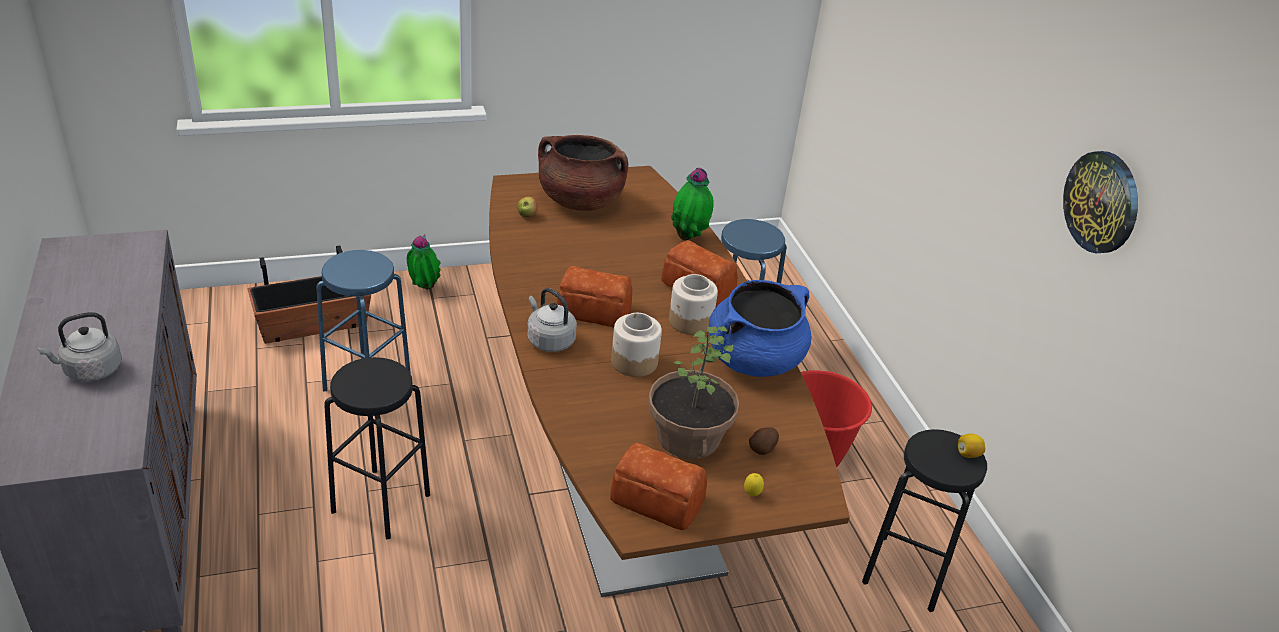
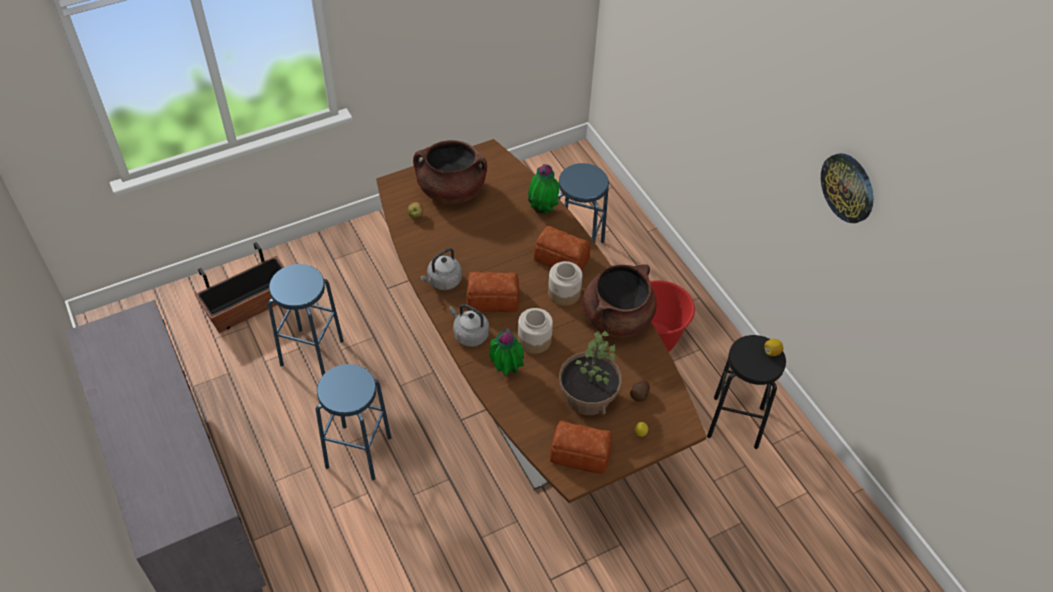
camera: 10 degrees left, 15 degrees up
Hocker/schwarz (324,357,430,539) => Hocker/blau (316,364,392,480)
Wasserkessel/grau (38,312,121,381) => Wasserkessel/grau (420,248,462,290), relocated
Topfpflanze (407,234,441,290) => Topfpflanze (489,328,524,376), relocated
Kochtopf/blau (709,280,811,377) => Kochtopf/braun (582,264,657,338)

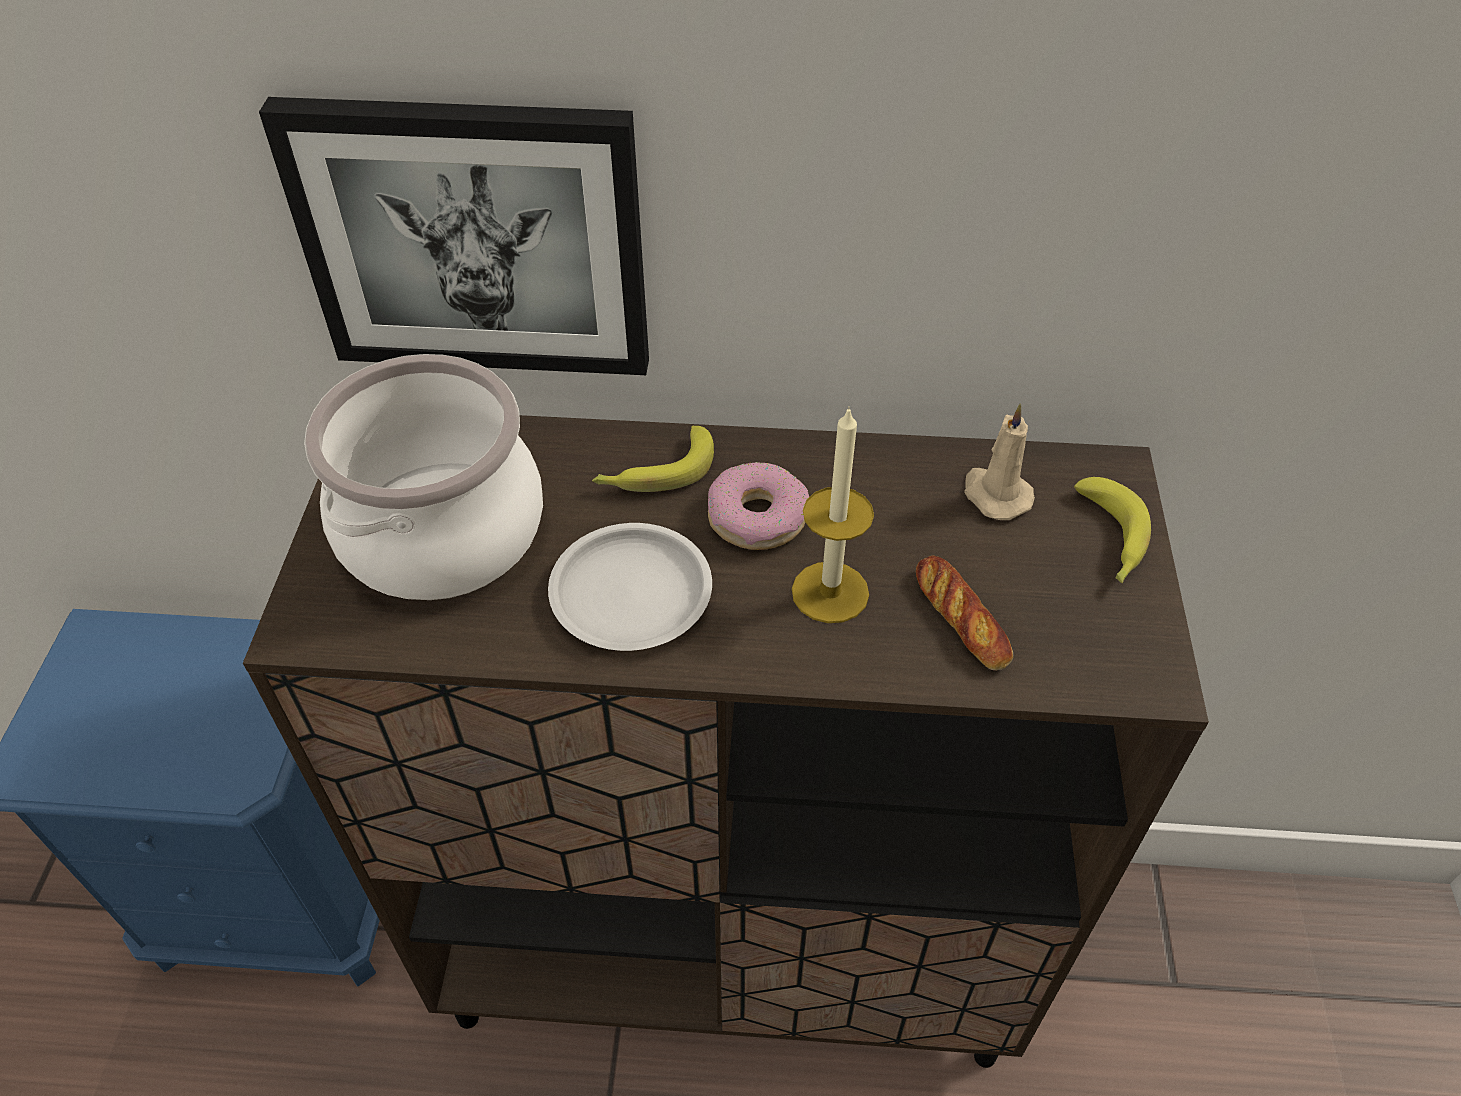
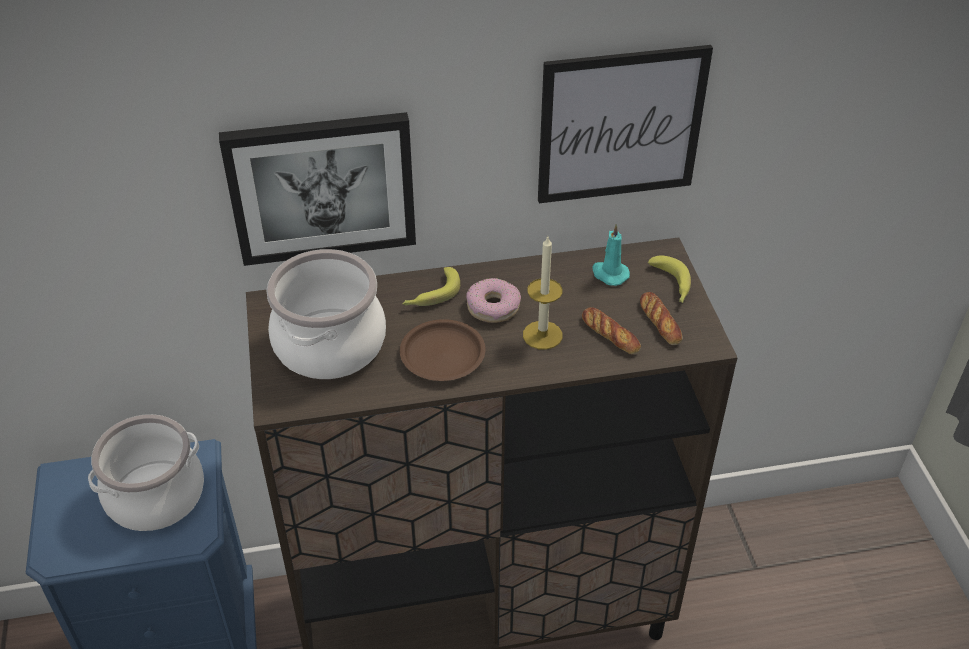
camera: 15 degrees left, 5 degrees down
nothing => Kochtopf (88,414,204,531)
Teller/weiß (548,523,712,651) => Teller/braun (400,319,485,381)
nothing => Bild (538,45,713,203)
Kerze/beige (964,404,1035,520) => Kerze/türkis (592,224,630,286)
nothing => Brot (640,292,683,345)

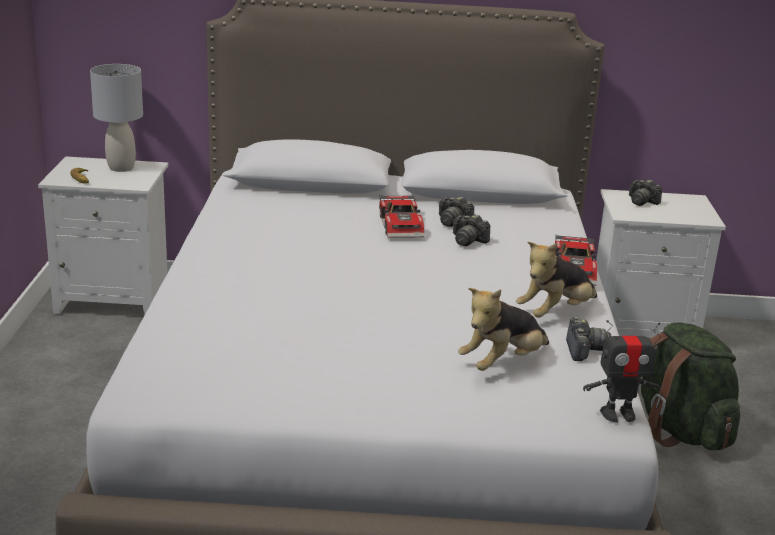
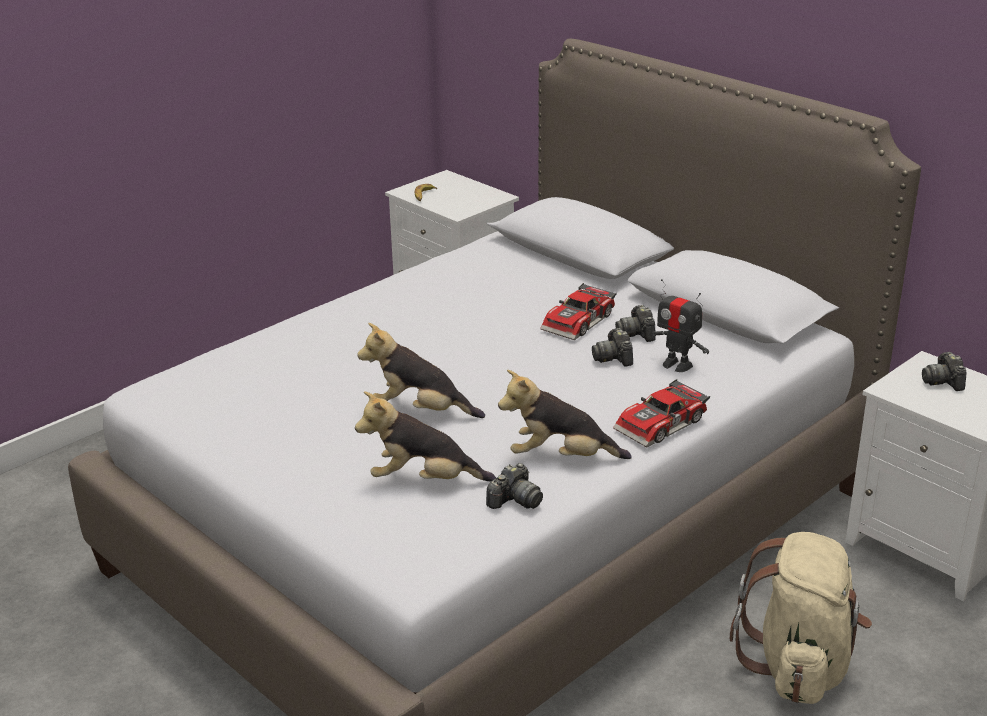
camera: 45 degrees right, 5 degrees up
nothing => Plüschtier (357,323,485,418)
Spielzeugroboter (583,320,661,423) => Spielzeugroboter (650,279,709,372), relocated
Rucksack/grün (638,322,740,451) => Rucksack/beige (730,532,872,704)
Tischlampe/grau (90,64,143,172) => nothing

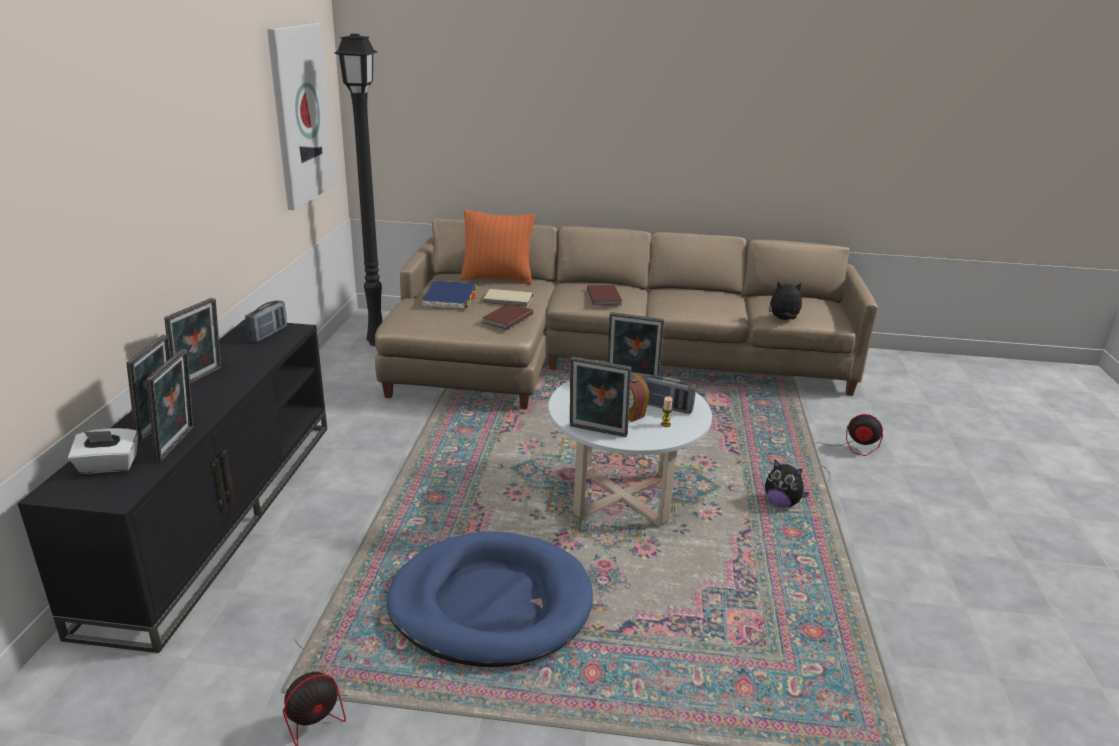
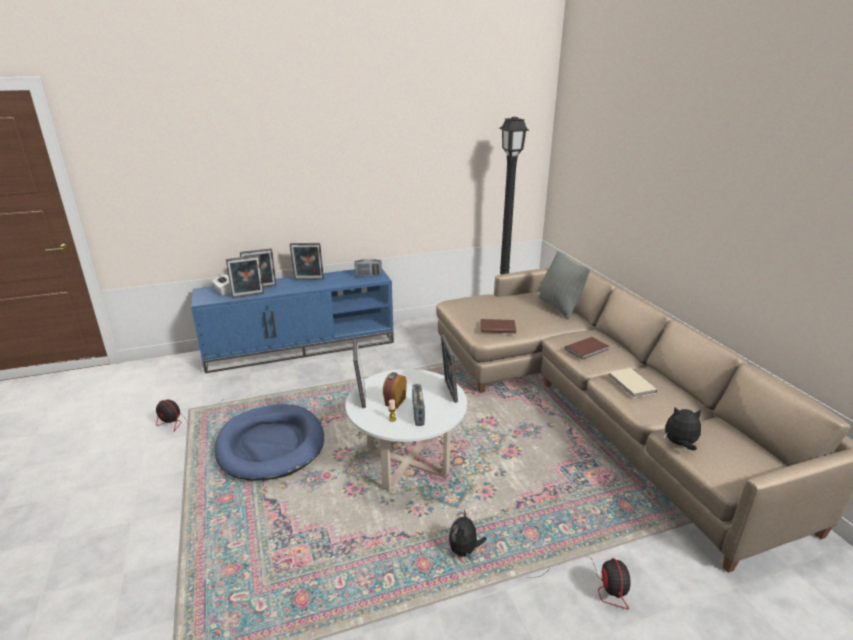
camera: 65 degrees right, 0 degrees up
Fernsehschrank/schwarz (17,319,327,653) => Fernsehschrank/blau (191,269,394,373)
Kissen/orange (460,210,535,284) => Kissen/grau (538,251,590,320)
Buch/beige (483,289,533,307) => Buch/beige (609,368,658,398), relocated
Plüschtier (768,281,802,320) => Plüschtier (664,407,701,450), 60 degrees counterclockwise
Bild (267,23,335,210) => nothing
Buch/blau (422,281,477,309) => nothing

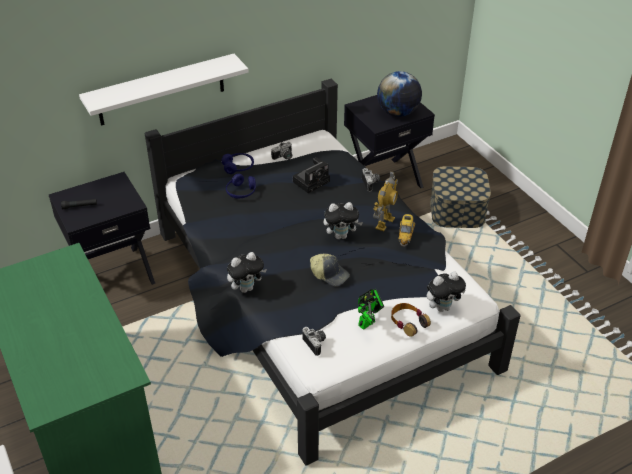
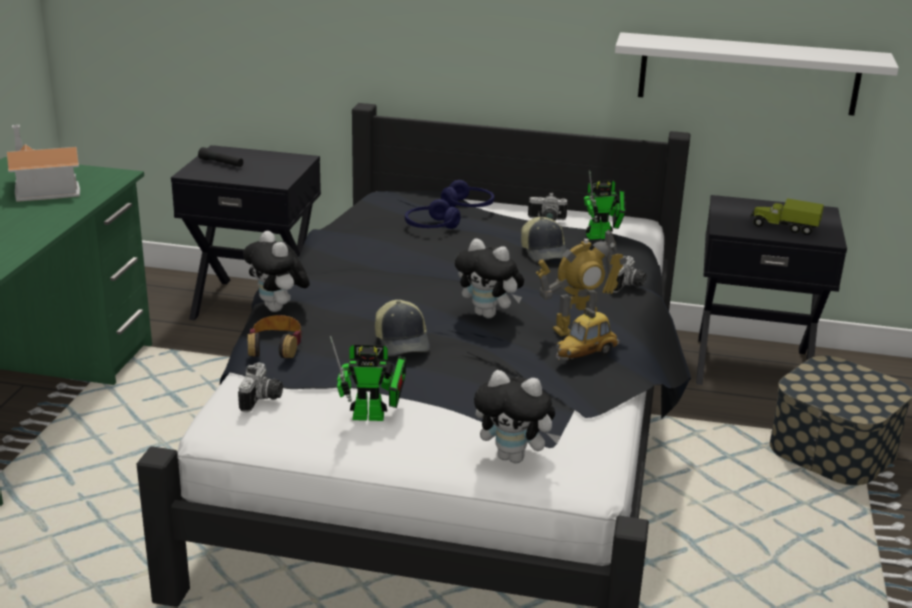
camera: 40 degrees right, 15 degrees down
nothing => Spielzeughaus (7,125,80,202)
Plüschtier (227,252,267,293) => Plüschtier (243,231,310,312), 45 degrees clockwise
Kopfhörer (391,303,431,337) => Kopfhörer (248,315,302,358), relocated
Kamera (293,157,330,193) => Kappe (521,217,567,262)
nothing => Spielzeugroboter (584,170,626,240)
Wandregal/weiß (79,54,249,126) => Wandregal/weiß (615,32,899,116), relocated
Globus (377,71,422,117) => Spielzeuglaster (750,198,824,235)

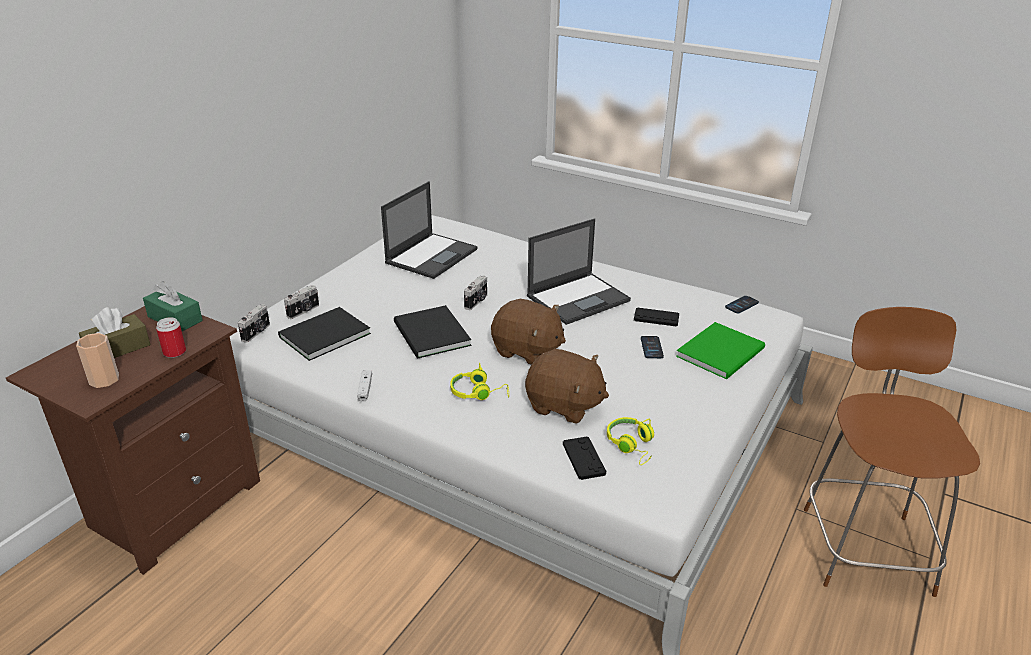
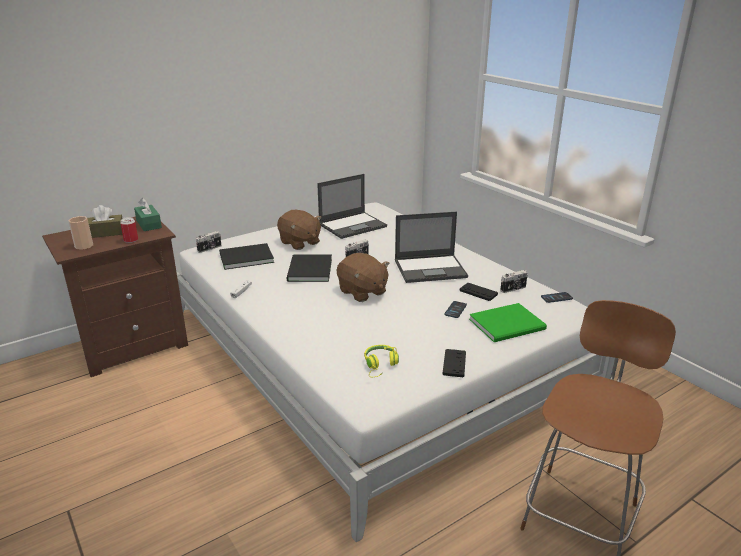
camera: 25 degrees right, 5 degrees down
Plüschtier/braun (525,349,609,424) => Plüschtier/braun (277,210,322,250), relocated
Gamepad/schwarz (563,436,606,480) => Gamepad/schwarz (442,349,466,377), relocated
Kamera (284,285,319,319) => Kamera (500,270,528,293), relocated
Kopfhörer/gelb (450,363,509,400) => nothing

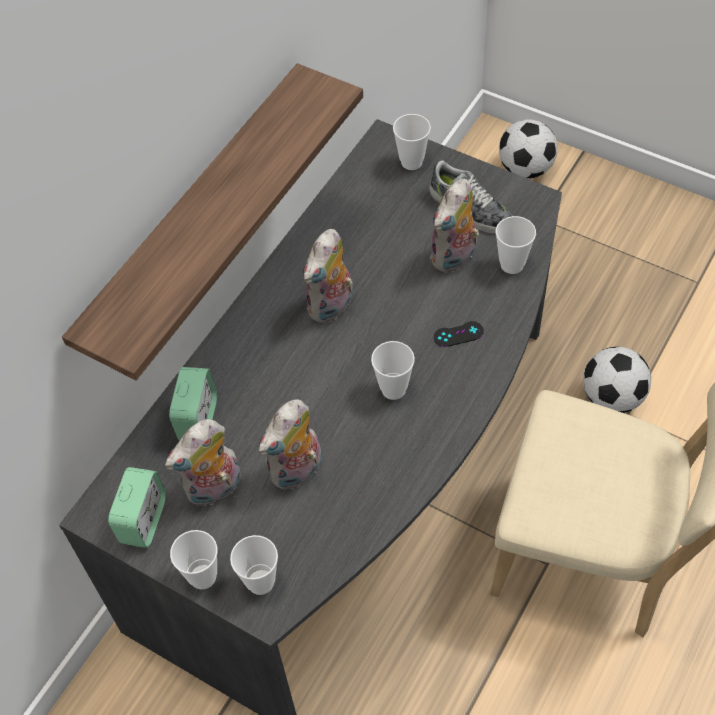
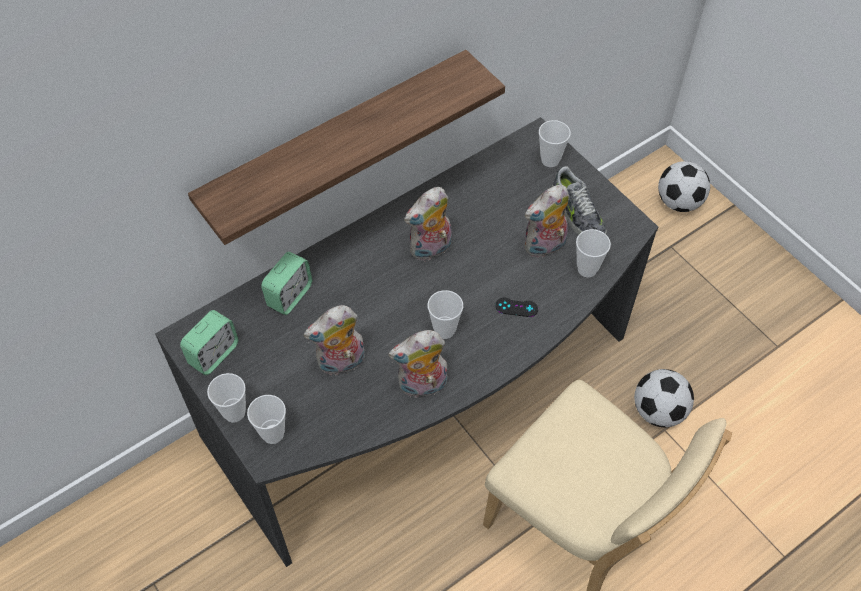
camera: 20 degrees right, 0 degrees up
Plüschtier (165,419,241,508) => Plüschtier (388,330,447,398), relocated

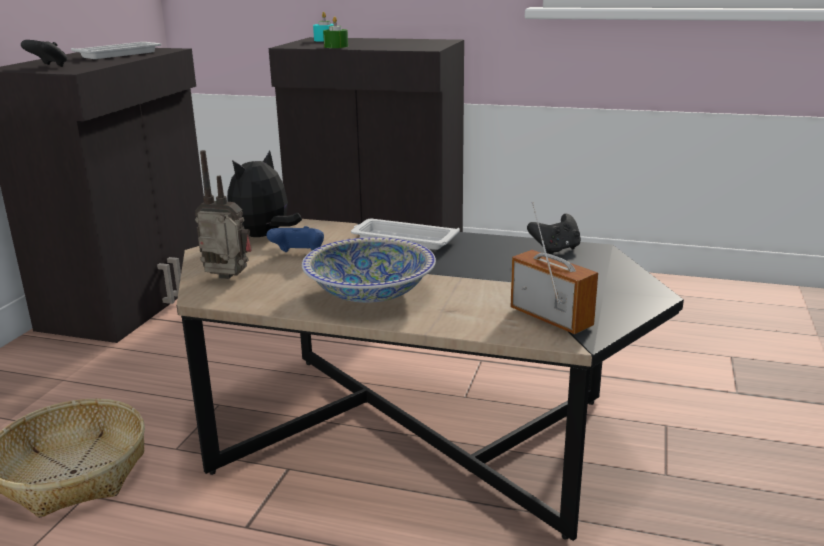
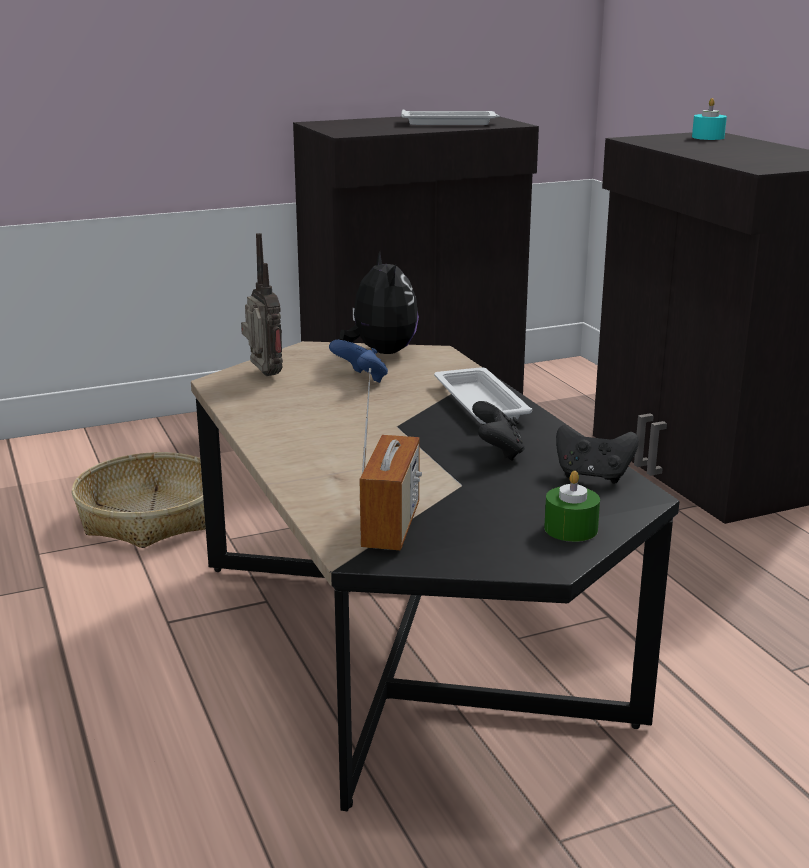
camera: 50 degrees right, 0 degrees up
Plüschtier (227,150,302,237) => Plüschtier (340,252,419,354), 75 degrees clockwise
Gamepad/schwarz (21,40,68,67) => Gamepad/schwarz (472,401,525,461), relocated
Kerze/grün (323,16,348,48) => Kerze/grün (544,471,600,542), relocated
Schüssel (302,237,436,303) => nothing

